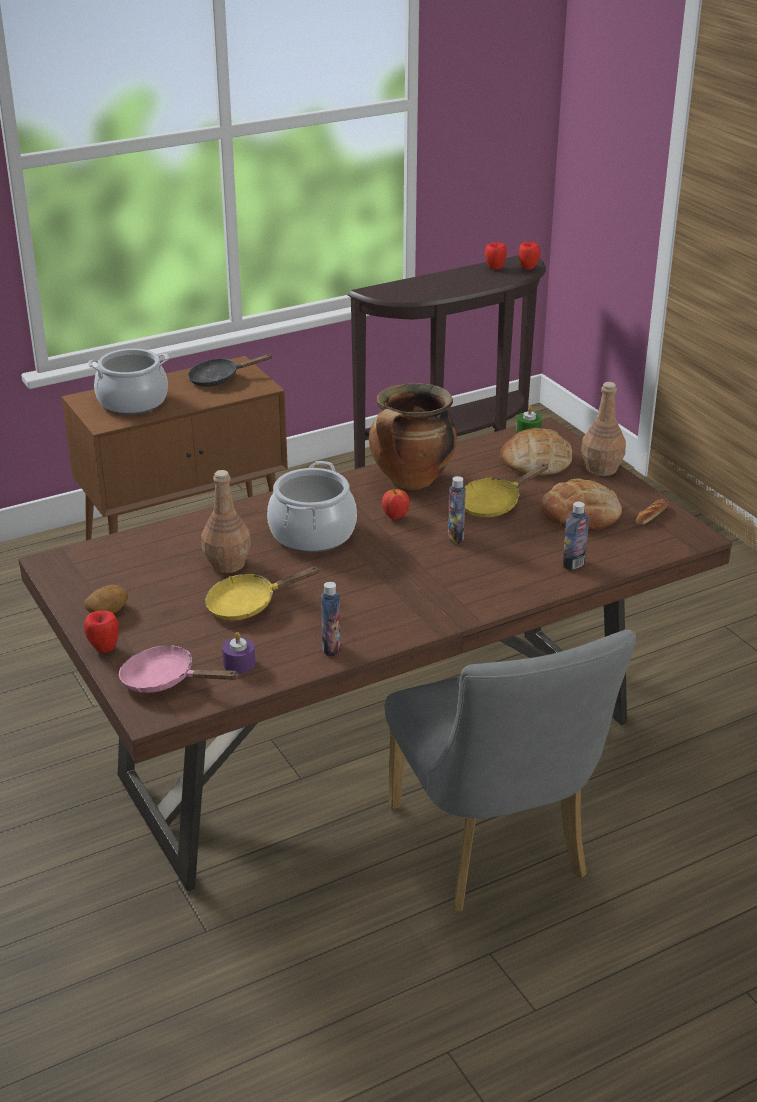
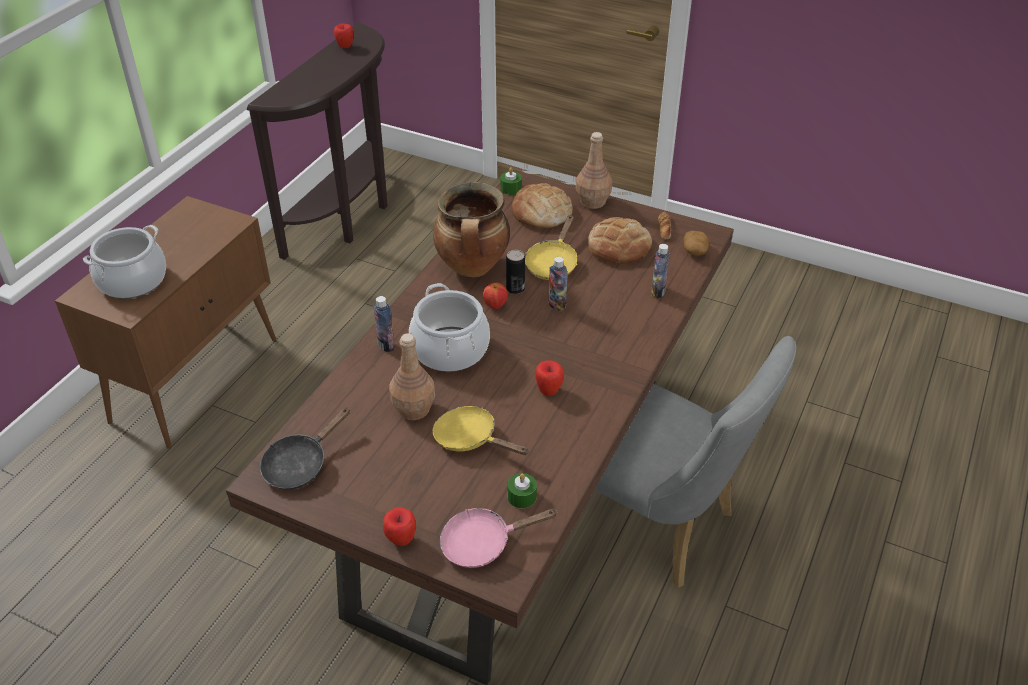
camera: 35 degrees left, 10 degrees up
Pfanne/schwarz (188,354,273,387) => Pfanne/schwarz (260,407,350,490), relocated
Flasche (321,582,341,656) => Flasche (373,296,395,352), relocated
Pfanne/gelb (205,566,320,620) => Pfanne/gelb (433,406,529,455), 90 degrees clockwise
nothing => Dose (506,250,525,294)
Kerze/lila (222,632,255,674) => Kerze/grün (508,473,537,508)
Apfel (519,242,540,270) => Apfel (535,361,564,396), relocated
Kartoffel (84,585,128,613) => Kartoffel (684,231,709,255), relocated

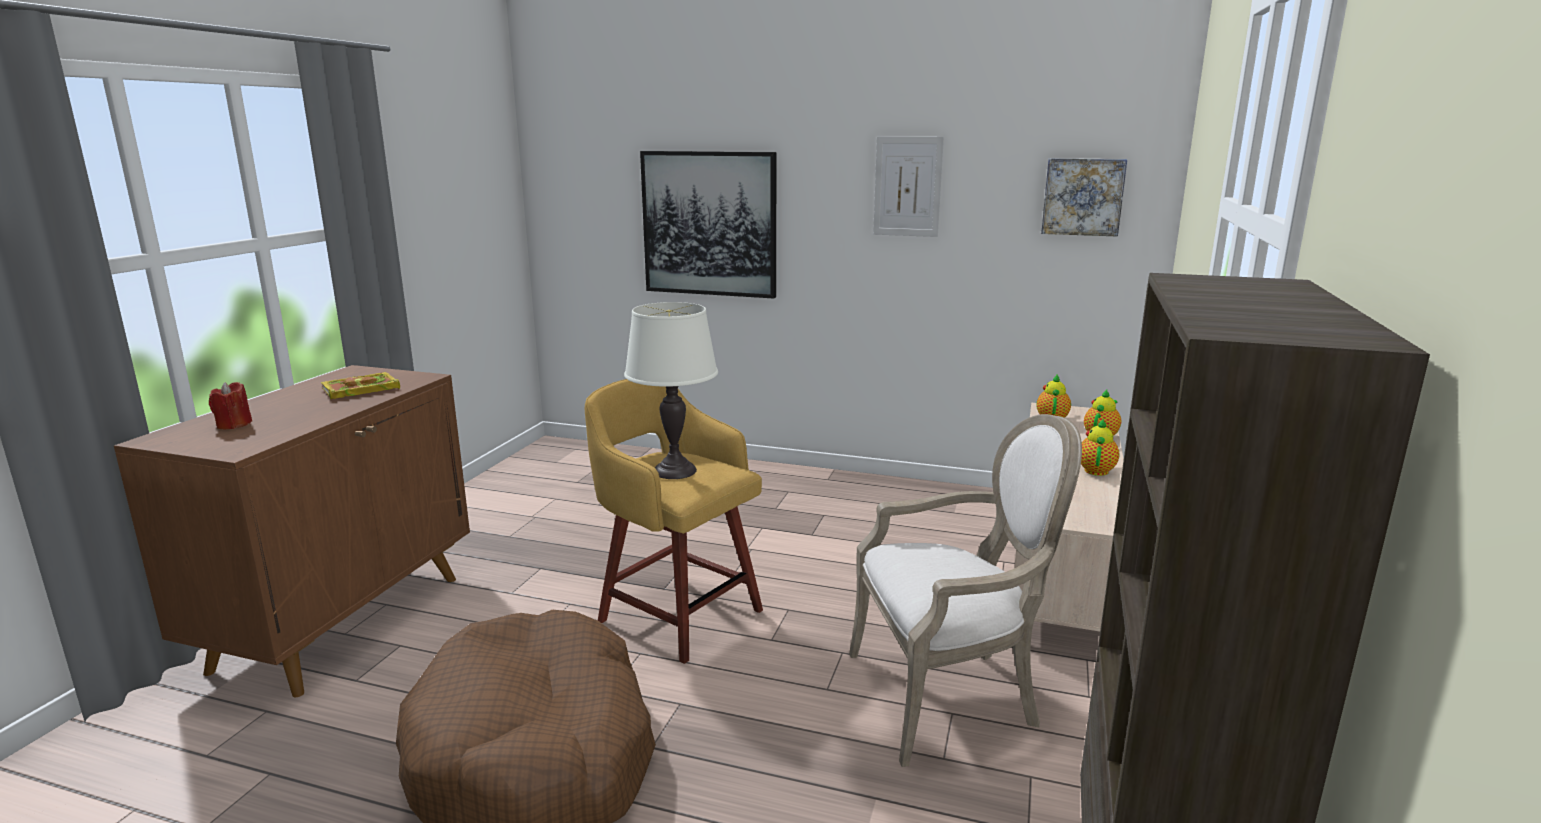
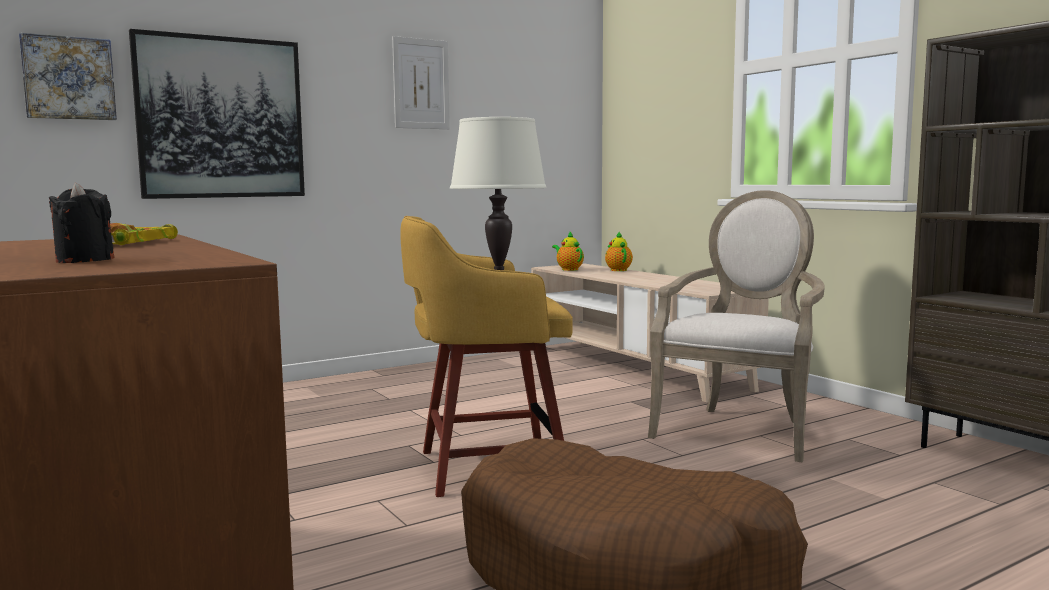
camera: 50 degrees left, 10 degrees down
Bild (1041,158,1127,237) => Bild (19,33,117,120), relocated
Kerze/rot (209,382,252,429) => Kerze/schwarz (49,182,114,263)
Teekanne (1081,418,1120,476) => nothing

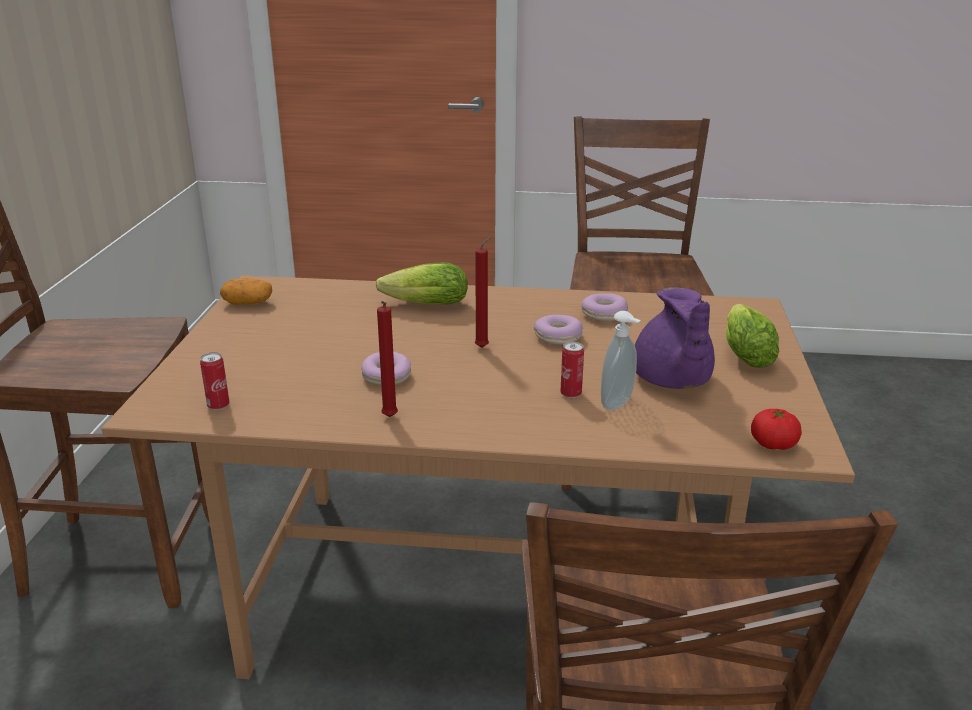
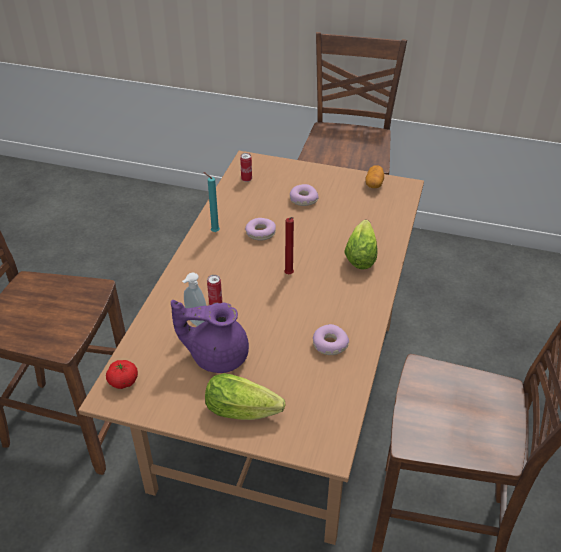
camera: 100 degrees right, 15 degrees up
Kerze/rot (377,301,398,417) => Kerze/türkis (203,172,220,232)
Donut (534,315,583,345) => Donut (290,184,319,206), relocated

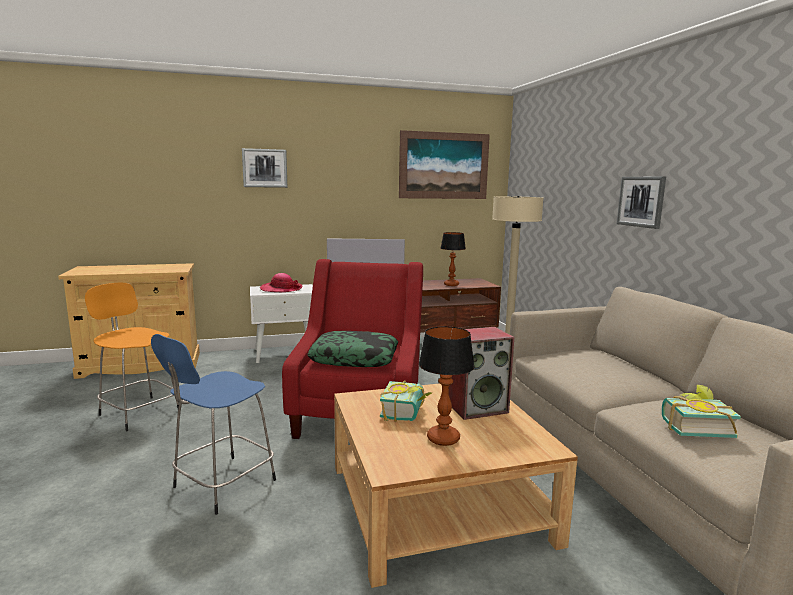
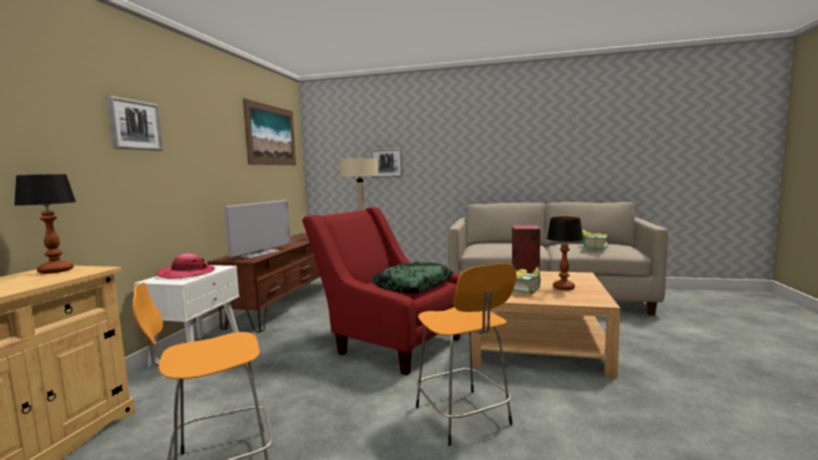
camera: 60 degrees left, 5 degrees down
Tischlampe (440,232,466,286) => Tischlampe (14,174,76,274), relocated
Bild (617,177,666,229) => Bild (370,148,403,178), relocated
Hocker/blau (151,334,276,515) => Hocker/orange (416,263,517,446)

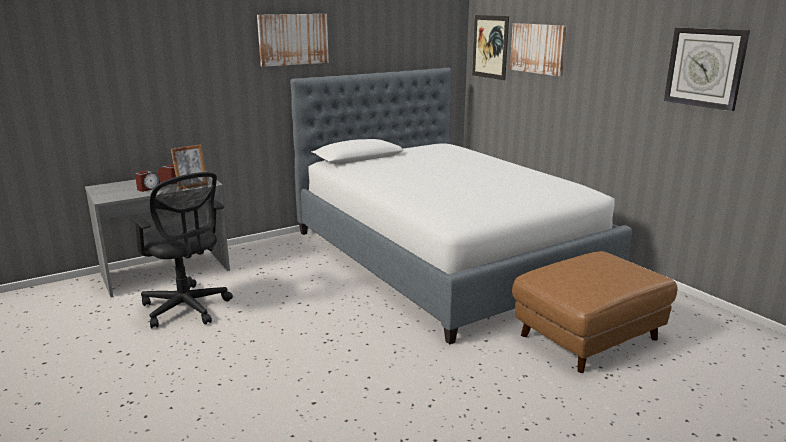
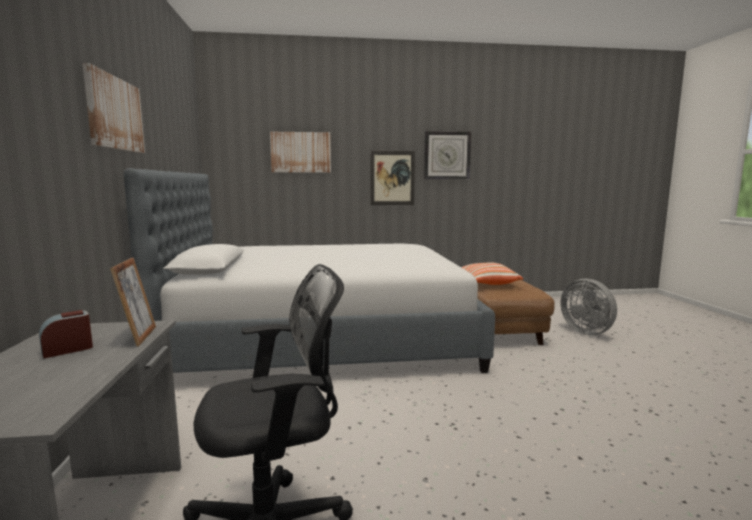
camera: 65 degrees left, 10 degrees down
Bild (472,15,509,80) => Bild (370,151,415,205), relocated
nothing => Kissen (461,262,524,285)
nothing => Ventilator/grau (560,279,617,335)
Wecker (135,171,160,192) => nothing

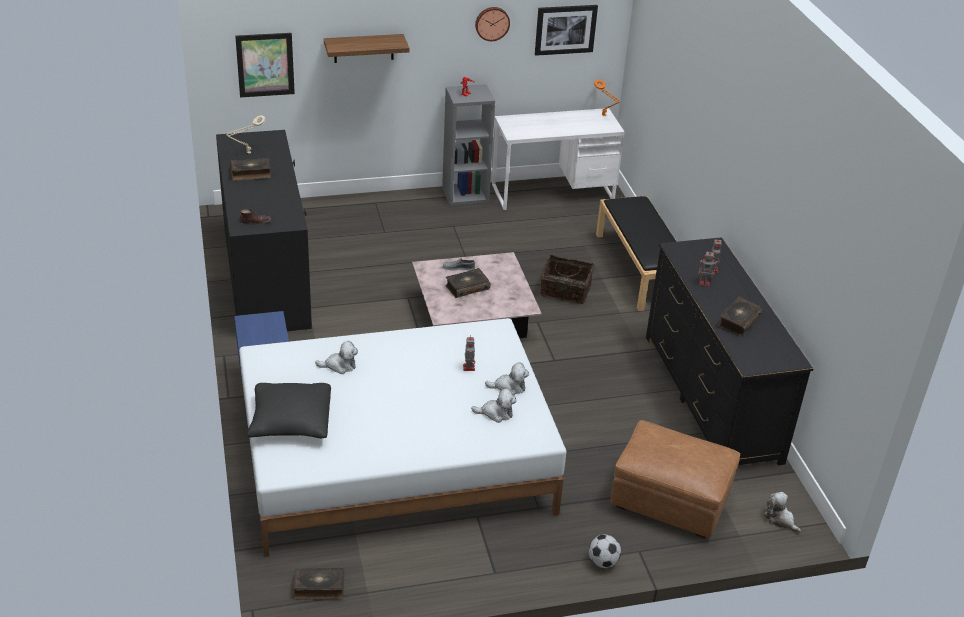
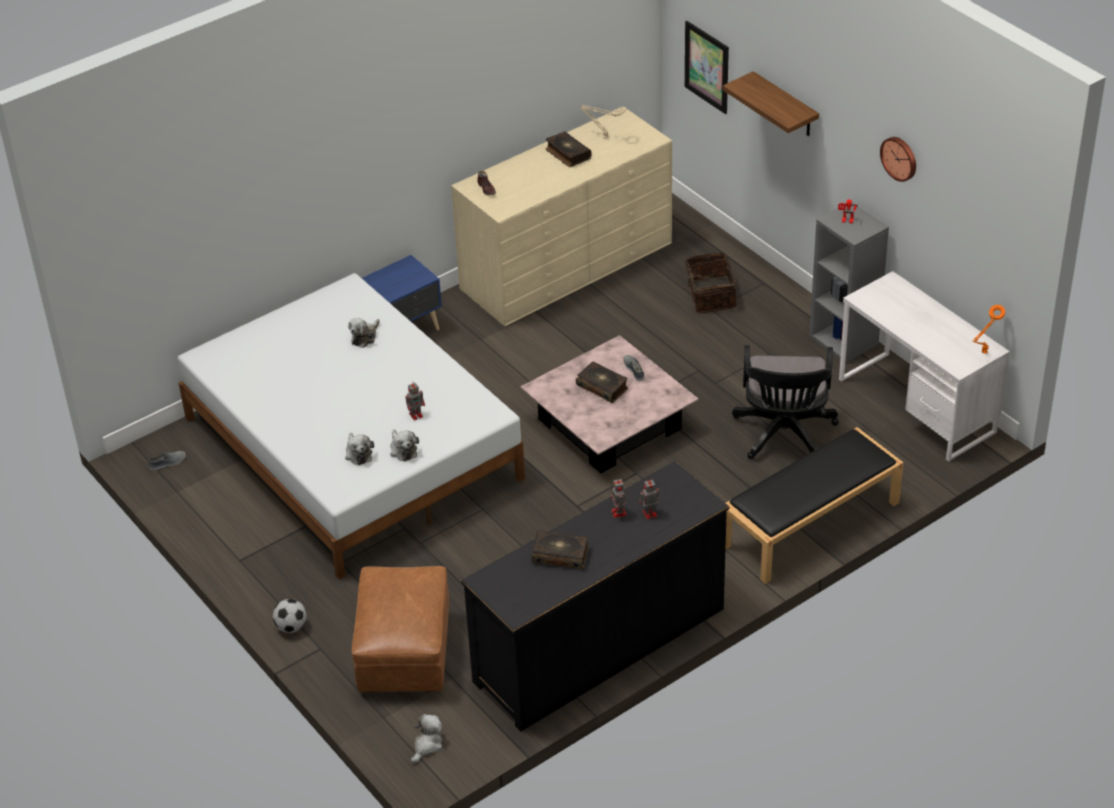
camera: 70 degrees right, 5 degrees up
Buch (293,568,344,600) => Schuh/grau (148,451,186,470)
Plüschtier (315,341,358,374) => Plüschtier (348,318,379,348), 60 degrees clockwise
Kommode/schwarz (216,130,312,331) => Kommode/beige (451,106,672,326)
Korb (540,255,594,304) => Korb (685,253,737,313), relocated
nothing => Bürostuhl/schwarz (732,345,839,459)
Kissen/schwarz (247,383,331,438) => nothing
Bild (535,5,598,56) => nothing

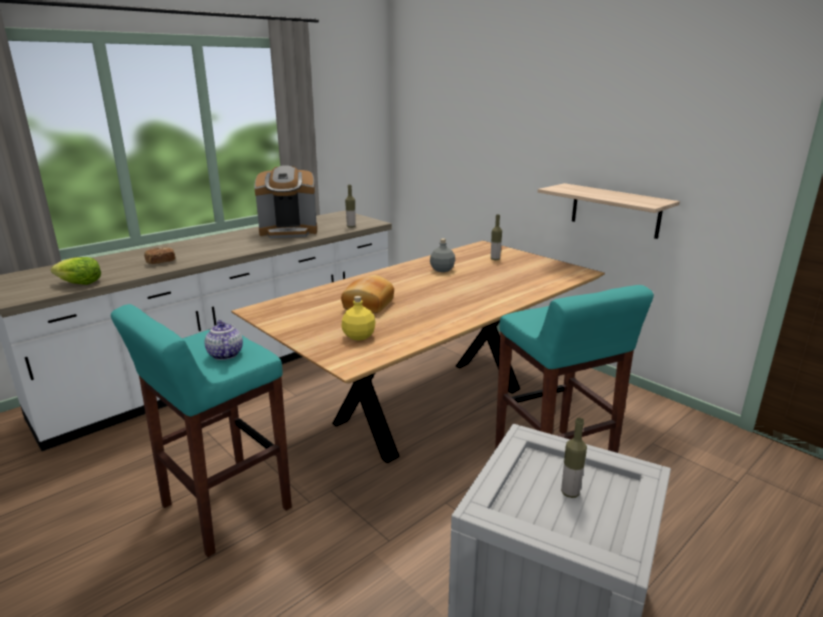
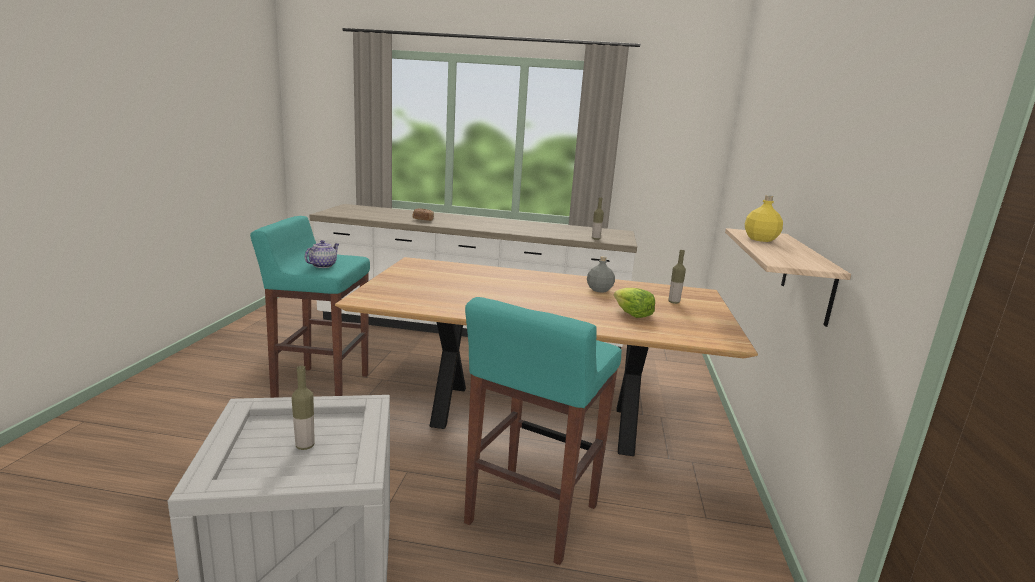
camera: 50 degrees right, 5 degrees down
Salatkopf (51,257,101,285) => Salatkopf (614,288,655,318), relocated
Flasche/gelb (341,296,376,341) => Flasche/gelb (745,195,783,242), relocated
Kaffeemaschine (254,165,317,238) => nothing
Brot (341,275,394,314) => nothing

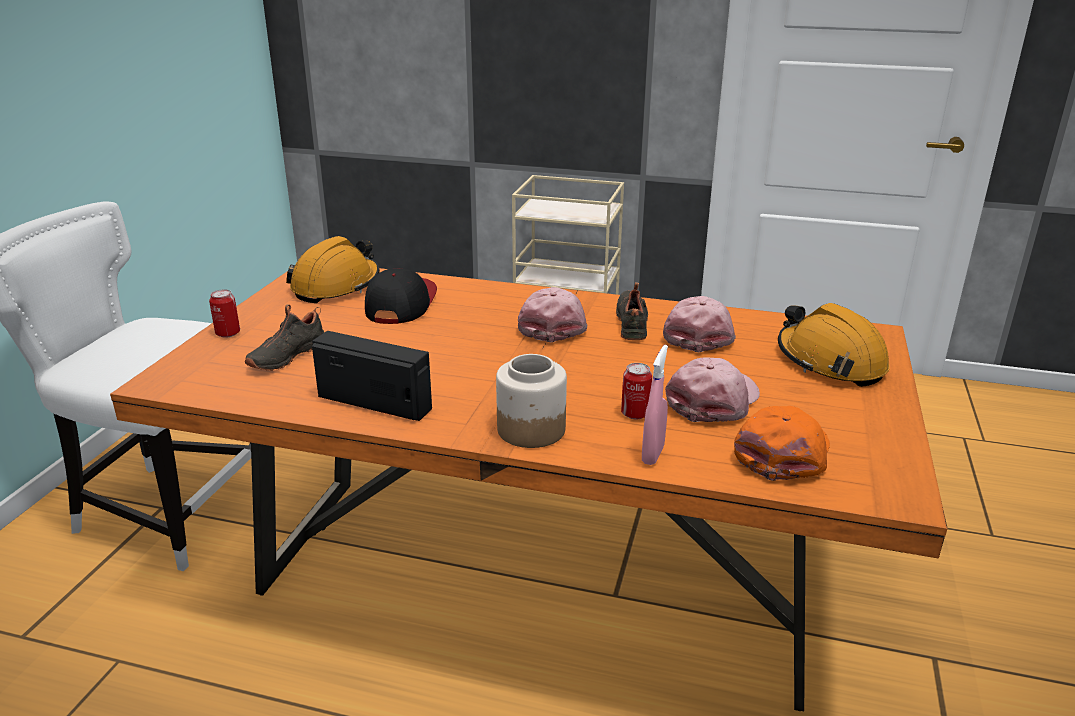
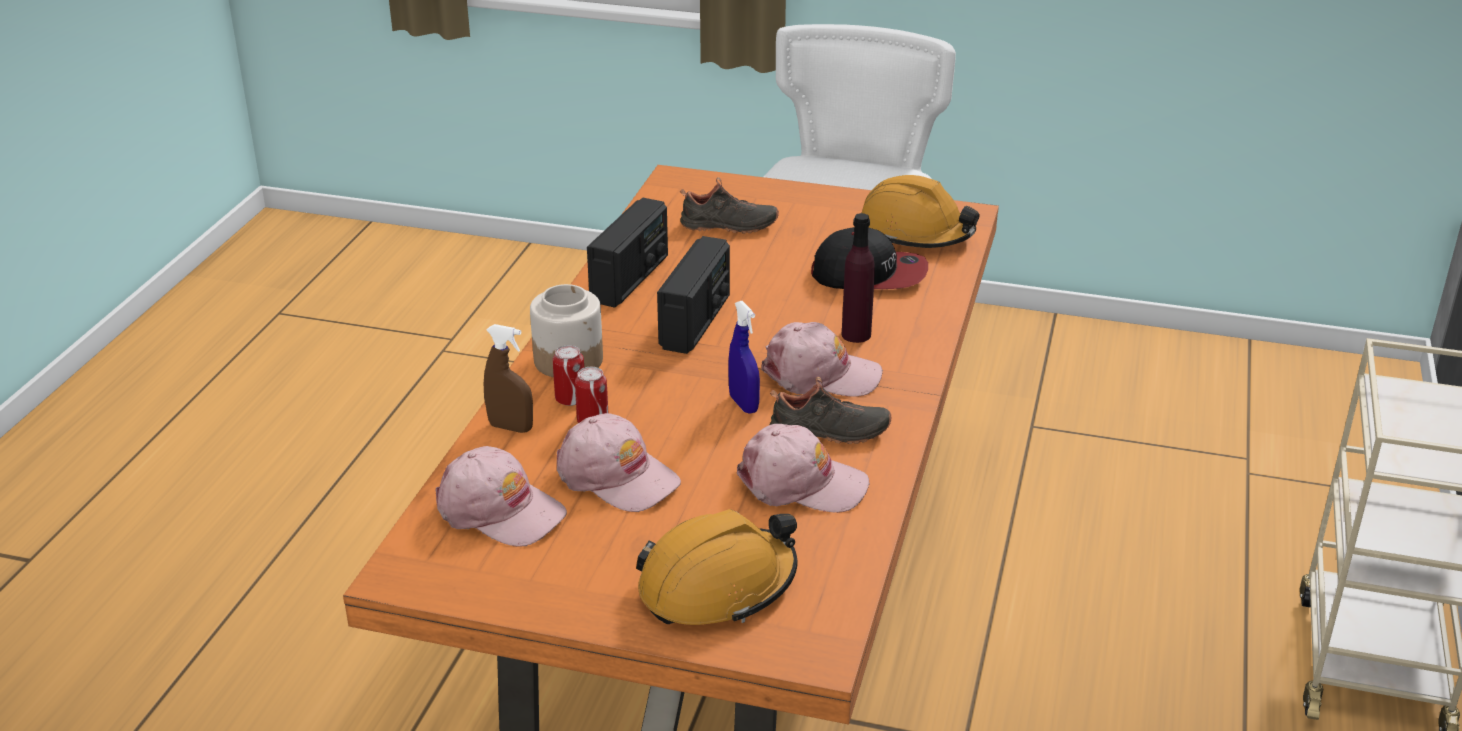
camera: 90 degrees right, 5 degrees up
Kappe/orange (734,406,830,481) => Kappe/rosa (435,446,567,547)
Sprühflasche/rosa (642,345,668,465) => Sprühflasche/braun (484,324,533,433)
Dose (209,289,240,338) => Dose (553,345,584,406), relocated
nothing => Radio (657,236,730,354)
Schuh/schwarz (245,304,324,371) => Schuh/schwarz (680,177,779,233), 150 degrees clockwise
nothing => Sprühflasche/blau (728,301,760,414)
nothing => Flasche/lila (842,213,875,343)

